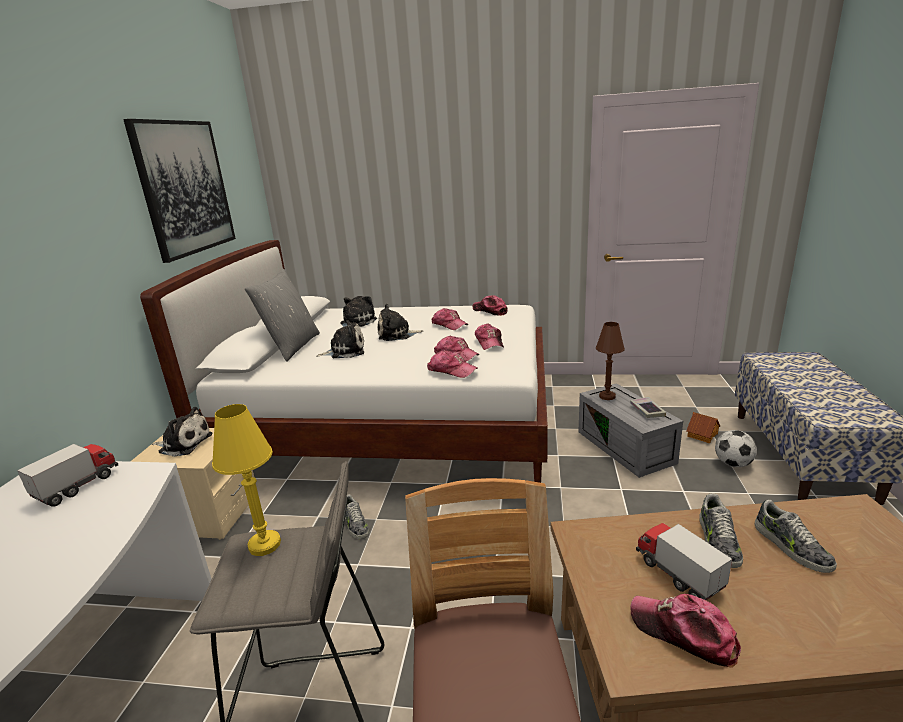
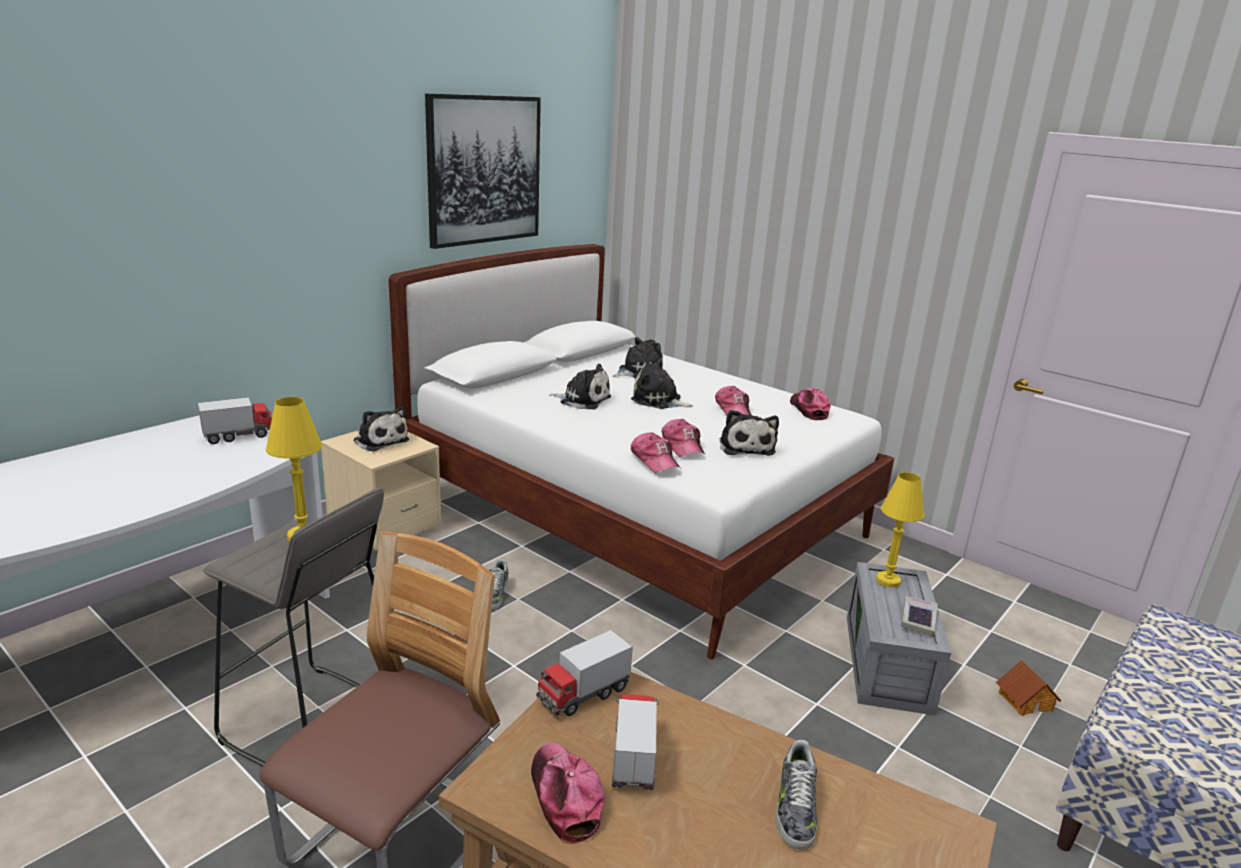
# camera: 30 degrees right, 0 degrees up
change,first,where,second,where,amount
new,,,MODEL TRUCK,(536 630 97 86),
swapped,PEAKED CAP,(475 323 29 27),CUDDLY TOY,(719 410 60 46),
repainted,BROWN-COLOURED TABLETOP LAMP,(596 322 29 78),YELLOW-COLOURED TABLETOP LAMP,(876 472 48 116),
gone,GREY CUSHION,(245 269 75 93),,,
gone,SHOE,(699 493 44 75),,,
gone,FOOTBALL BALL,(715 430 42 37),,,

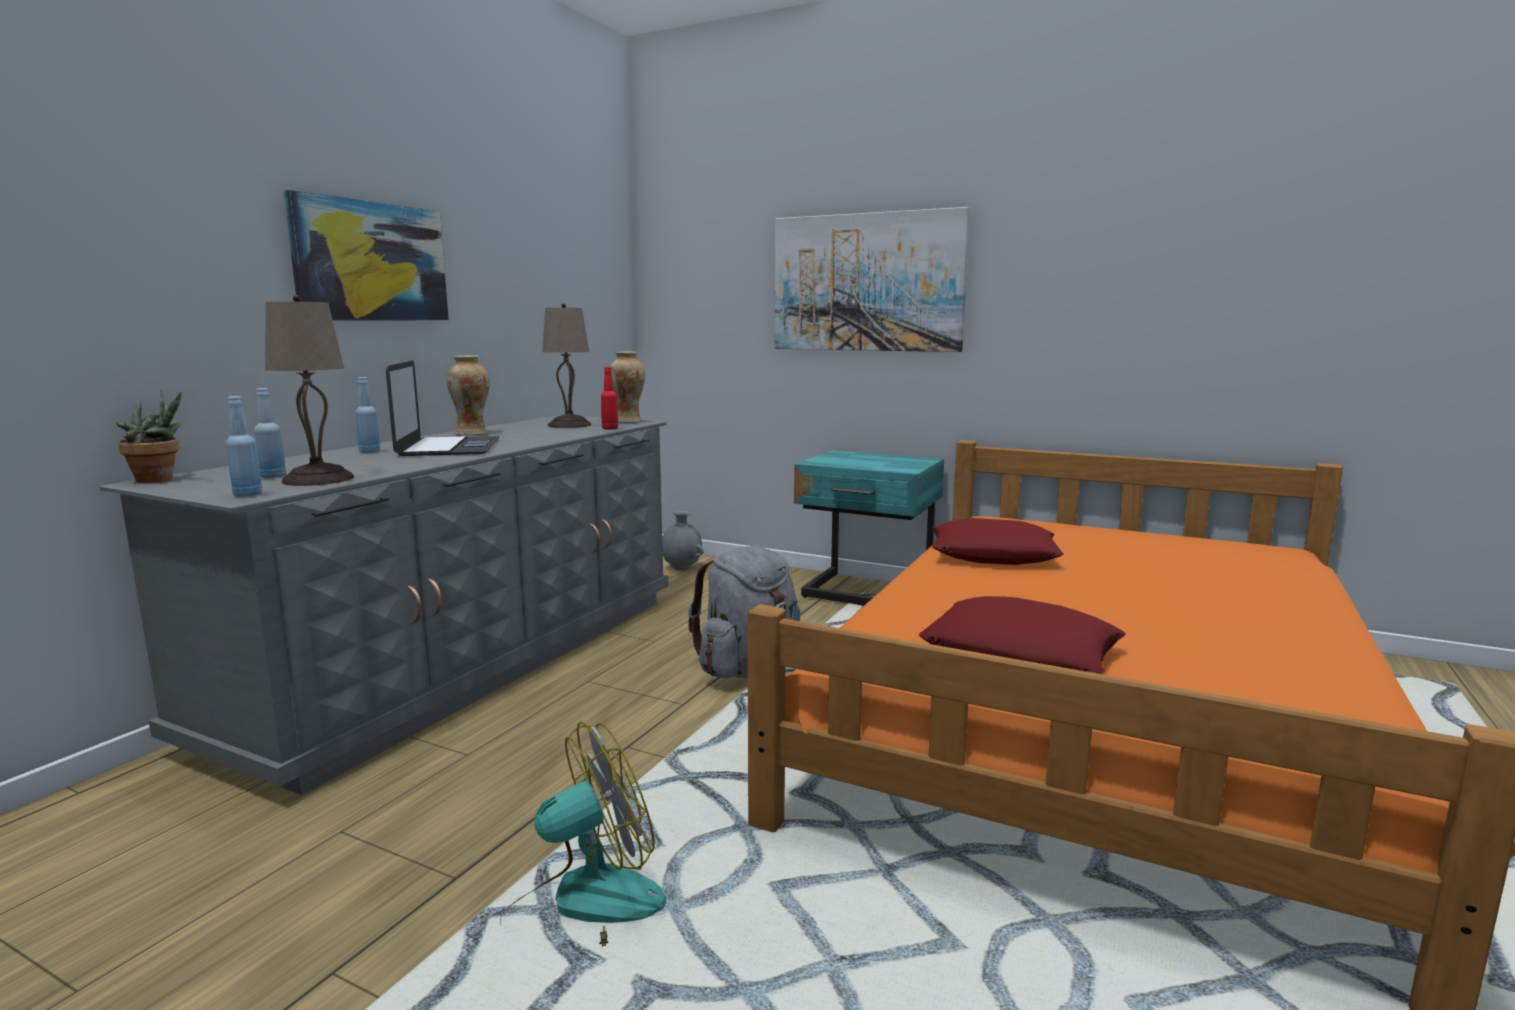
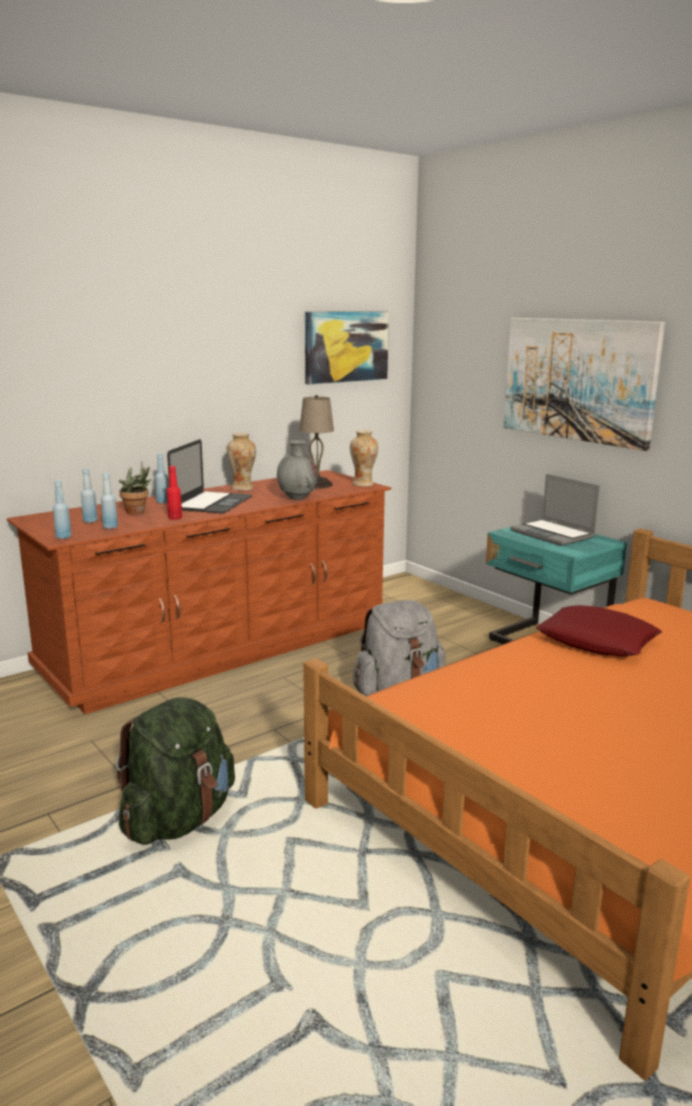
# camera: 25 degrees right, 5 degrees up
change,first,where,second,where,amount
repainted,GREY CHEST OF DRAWERS,(100 415 568 380),BROWN-COLOURED CHEST OF DRAWERS,(7 470 384 244),
swapped,BEIGE TABLETOP LAMP,(265 295 89 191),BLUISH BOTTLE,(101 473 17 56),
swapped,FAN,(501 721 165 226),GREEN-COLOURED BACKPACK,(115 697 120 148),
shifted,POTTED PLANT,(116 389 66 94),,(119 462 32 52),
shifted,RED BOTTLE,(601 367 17 63),,(167 466 15 54),
shifted,GREY FLOWER VASE,(662 511 42 60),,(277 440 41 60),
shifted,WALL PICTURE,(284 190 165 131),,(305 311 84 73),
new,,,LAPTOP,(510 474 90 72),
gone,RED CUSHION,(919 596 207 78),,,

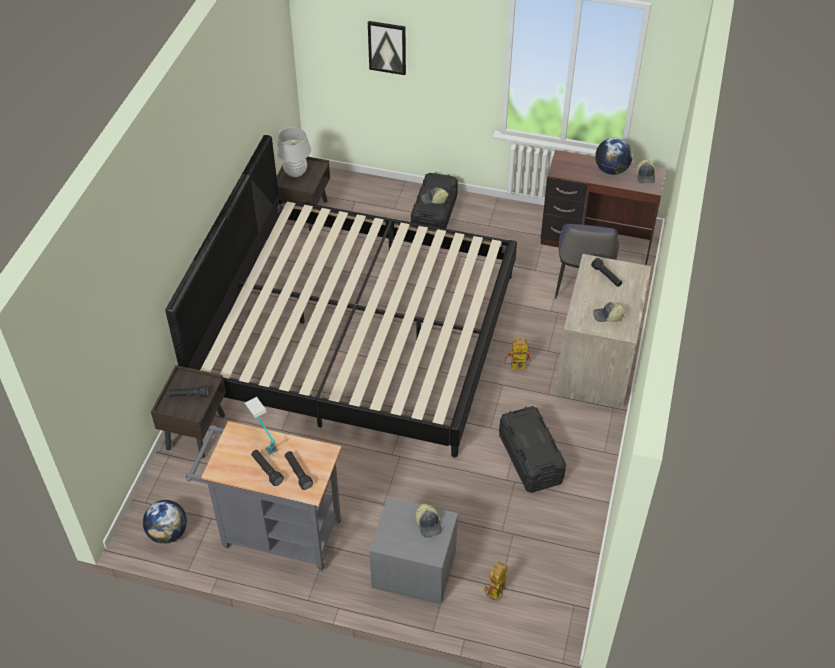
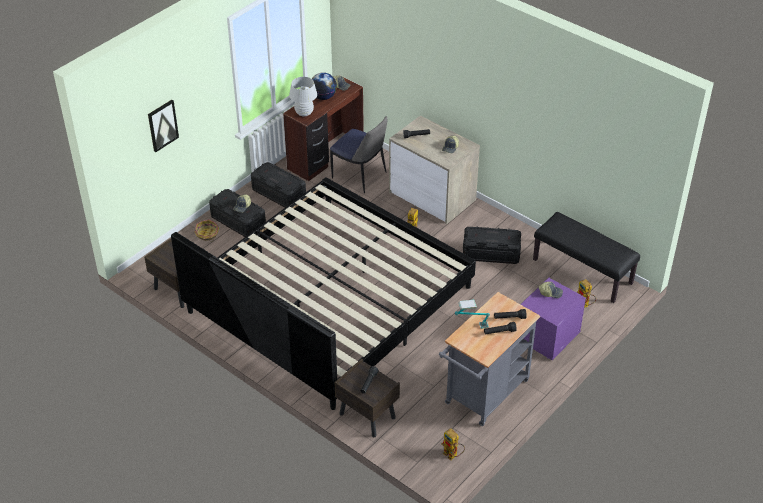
# camera: 65 degrees left, 5 degrees down
change,first,where,second,where,amount
new,,,STORAGE BASKET,(194 220 25 22),
new,,,BLACK-COLOURED STORAGE BOX,(251 162 55 45),
shifted,WHITISH TABLETOP LAMP,(276 127 35 50),,(289 77 28 39),
swapped,WORLD GLOBE,(143 500 44 44),MODEL ROBOT,(442 428 23 32),
repainted,GREY BEDSIDE TABLE,(369 497 89 107),PURPLE BEDSIDE TABLE,(520 278 66 82),
new,,,BLACK-COLOURED BENCH,(533 212 107 91),

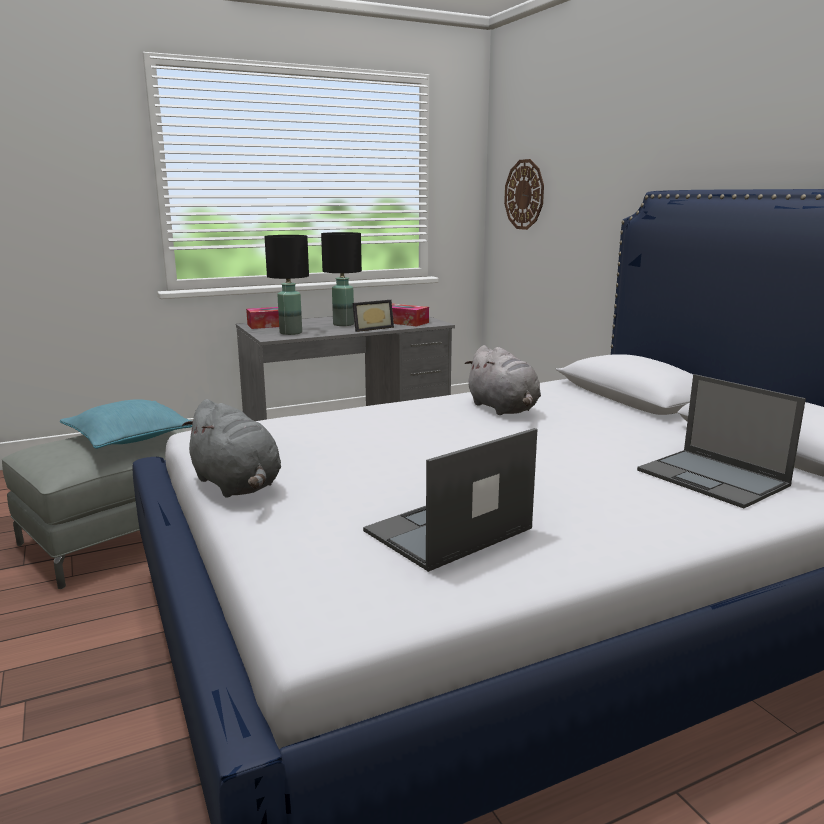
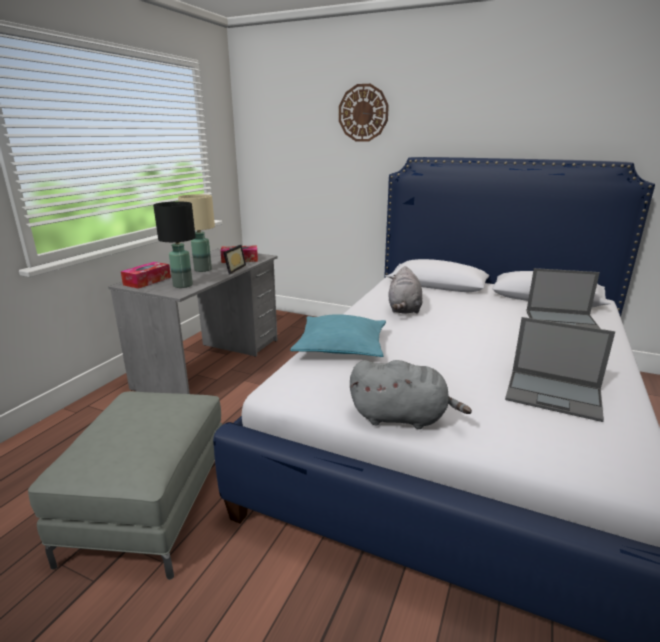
# camera: 40 degrees left, 5 degrees up
change,first,where,second,where,amount
repainted,BLACK-COLOURED TABLETOP LAMP,(321 232 41 94),BEIGE TABLETOP LAMP,(178 194 37 78),
shifted,BLUE-GREEN CUSHION,(60 399 132 50),,(290 314 96 43),
shifted,CLOCK ON THE WALL,(504 159 40 71),,(339 84 50 57),
rotated,GREY CUDDLY TOY,(465 345 76 70),,(388 266 34 48),75 degrees clockwise
rotated,LAPTOP,(363 428 174 144),,(505 317 110 105),75 degrees counterclockwise

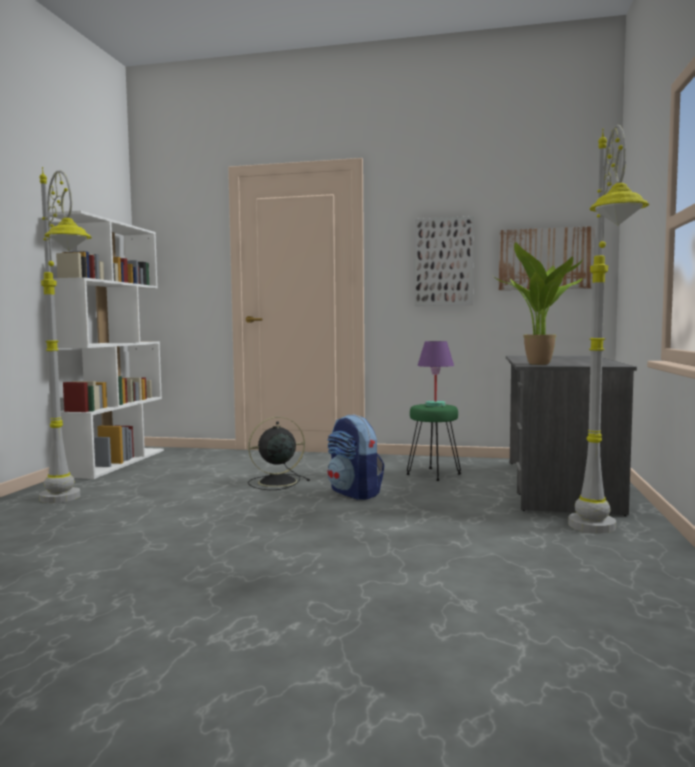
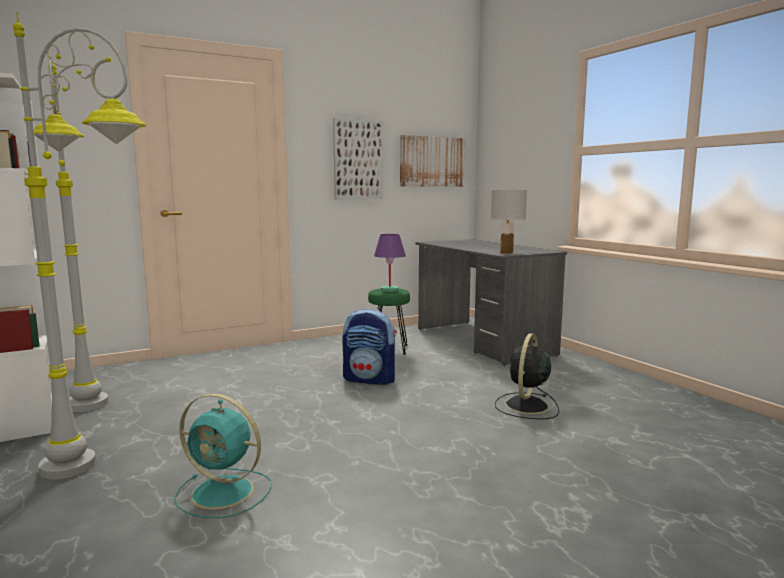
# camera: 40 degrees left, 5 degrees up
change,first,where,second,where,amount
shifted,GREY STANDARD LAMP,(568 124 81 409),,(34 56 75 356),
new,,,BLUE-GREEN FAN,(174 393 98 125),
swapped,POTTED PLANT,(492 242 91 123),WHITISH TABLETOP LAMP,(490 190 37 64),
shifted,BLACK-COLOURED FAN,(248 417 62 73),,(495 333 64 86),

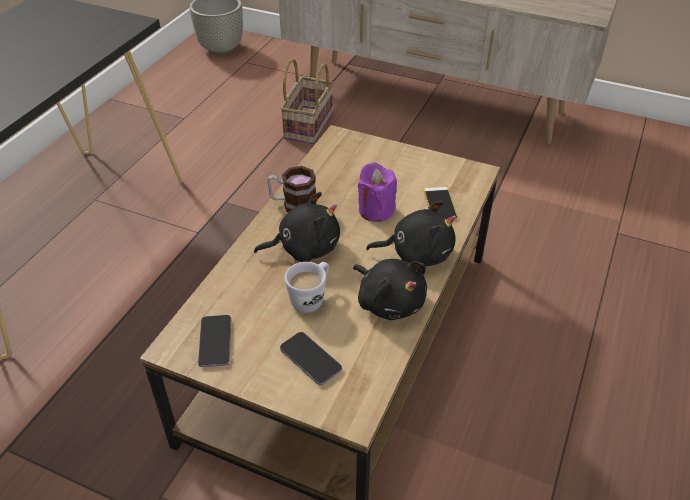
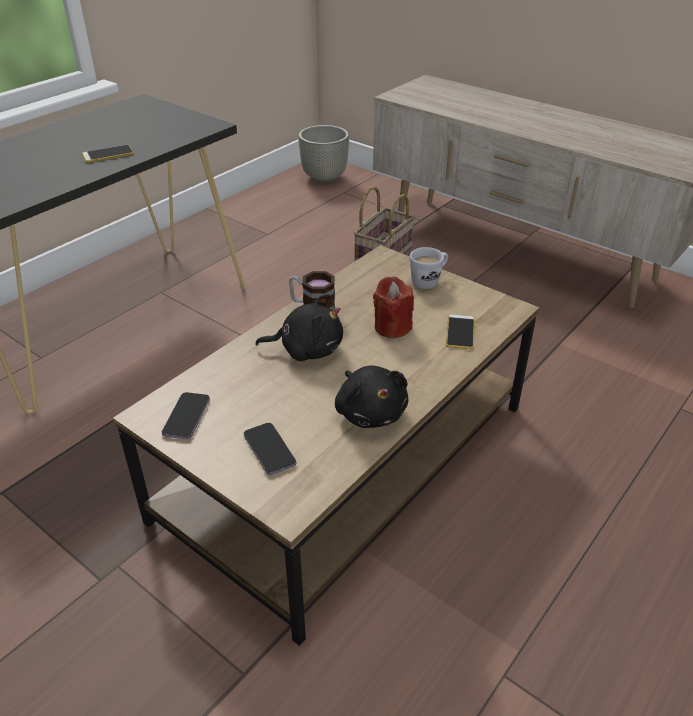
# camera: 15 degrees right, 5 degrees down
change,first,where,second,where,amount
new,,,HANDSET,(82 145 52 18),
repainted,PURPLE WAX CANDLE,(358 162 39 60),RED WAX CANDLE,(373 277 41 61),
shifted,WHITISH COFFEE MUG,(285 262 44 51),,(410 247 38 42),
gone,BLACK-COLOURED CUDDLY TOY,(366 200 90 66),,,

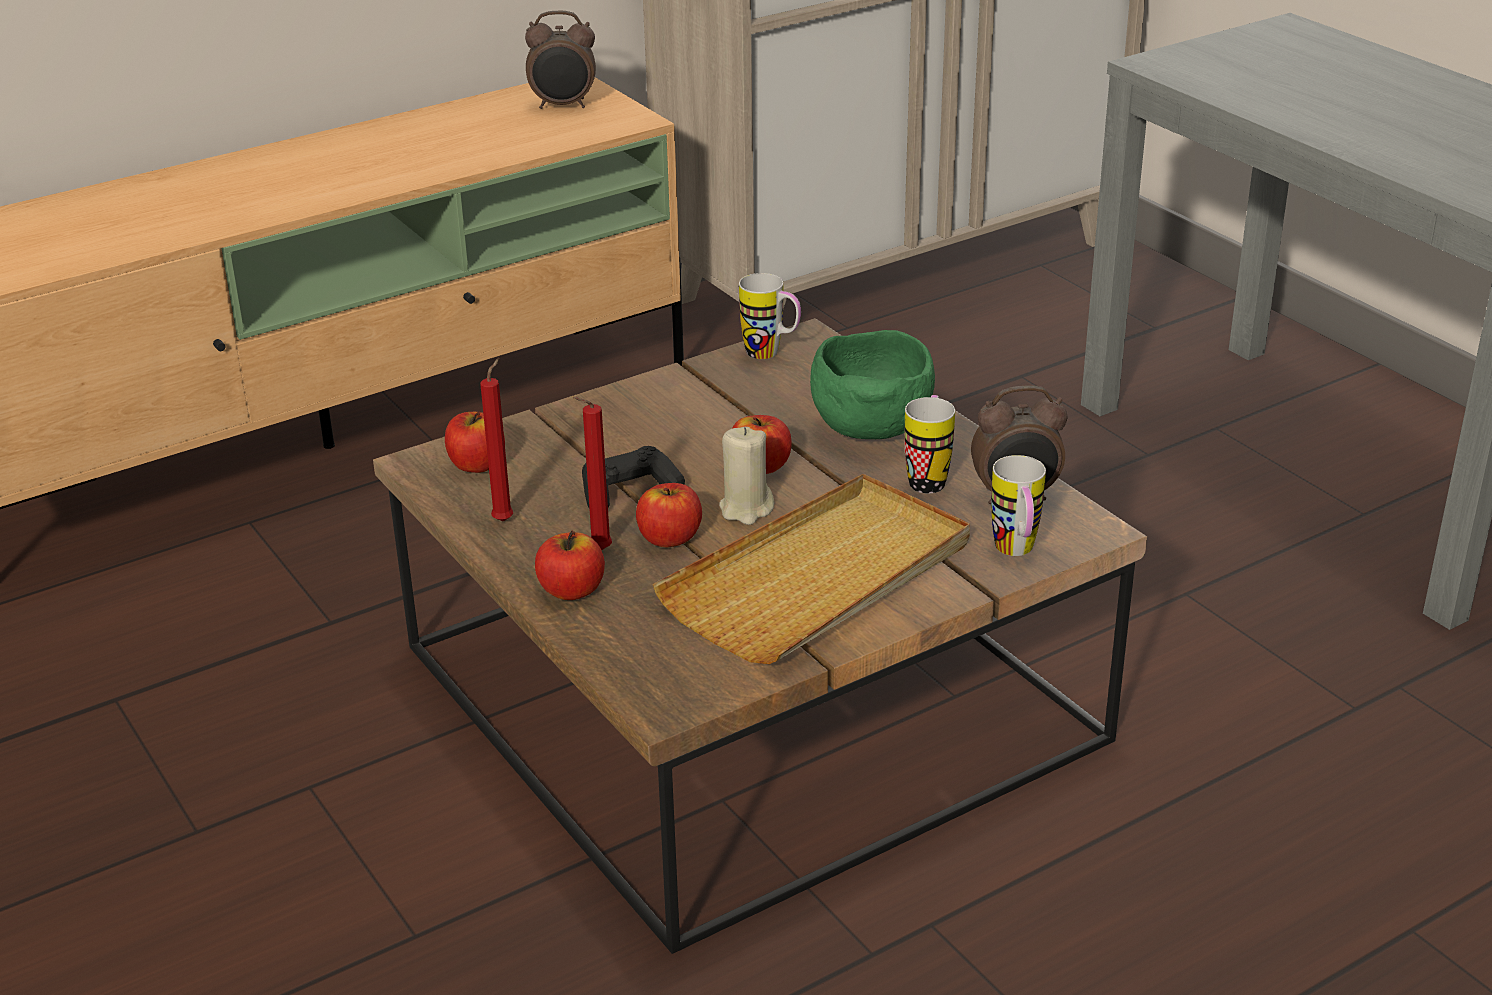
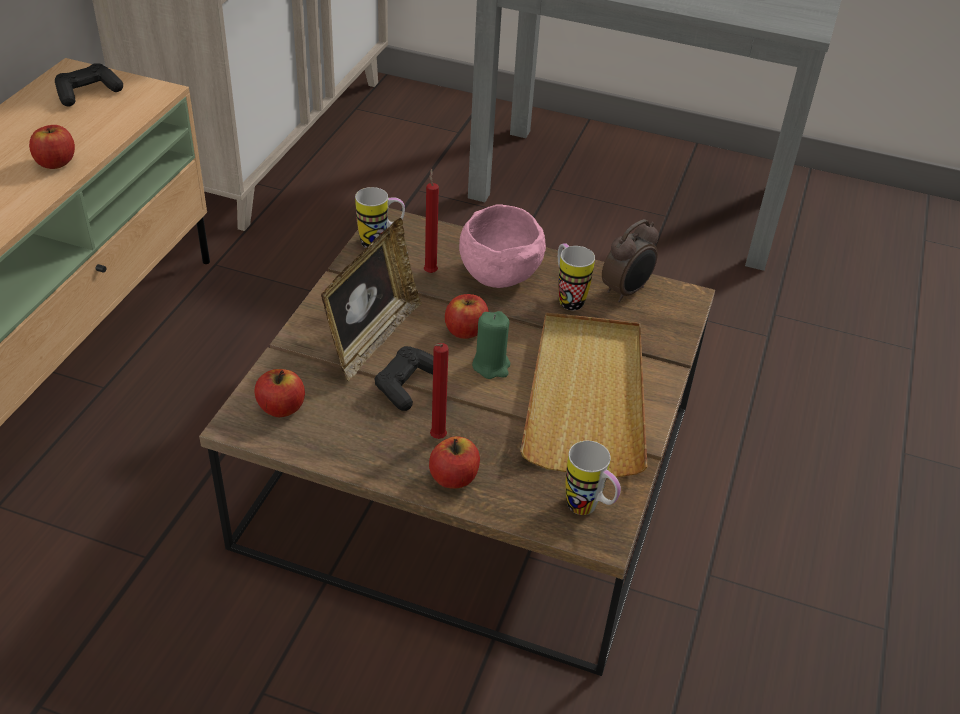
# camera: 40 degrees left, 10 degrees up
change,first,where,second,where,amount
shifted,WHOLE APPLE,(636 483 66 64),,(29 125 46 44),
swapped,BEDSIDE CLOCK,(525 11 71 98),BLACK-COLOURED JOYPAD,(55 63 68 44),
new,,,PHOTO FRAME,(321 218 101 163),
shifted,RED WAX CANDLE,(480 358 33 163),,(424 169 15 104),
repainted,GREEN-COLOURED DEEP DISH,(810 330 125 109),PINK DEEP DISH,(459 205 87 83),
repainted,BEIGE WAX CANDLE,(719 427 56 98),GREEN-COLOURED WAX CANDLE,(472 311 38 68),
shifted,COFFEE MUG,(991 455 55 101),,(566 441 55 74),

